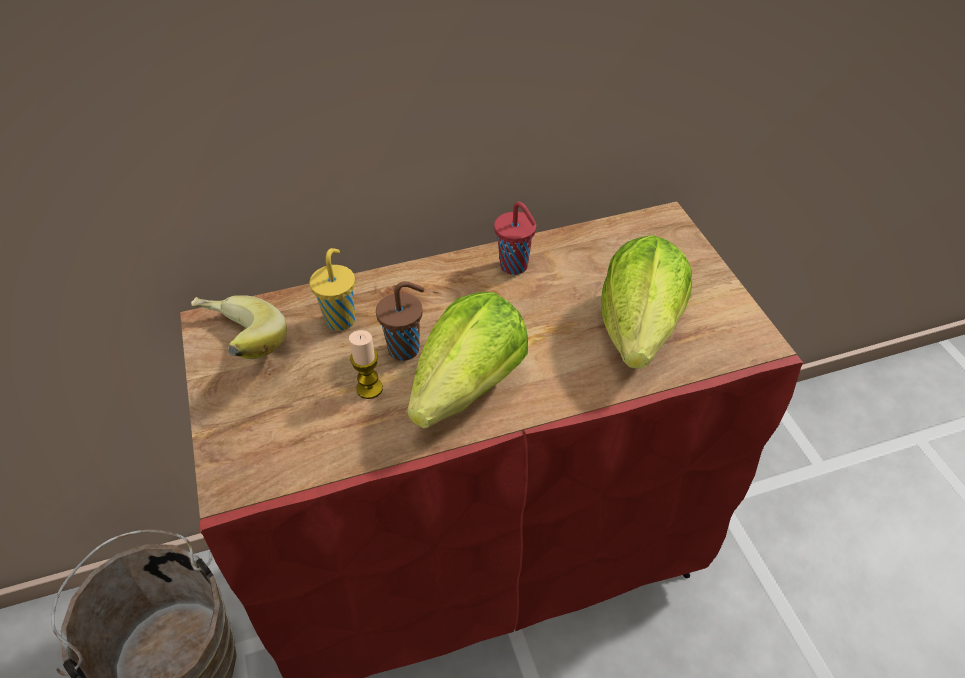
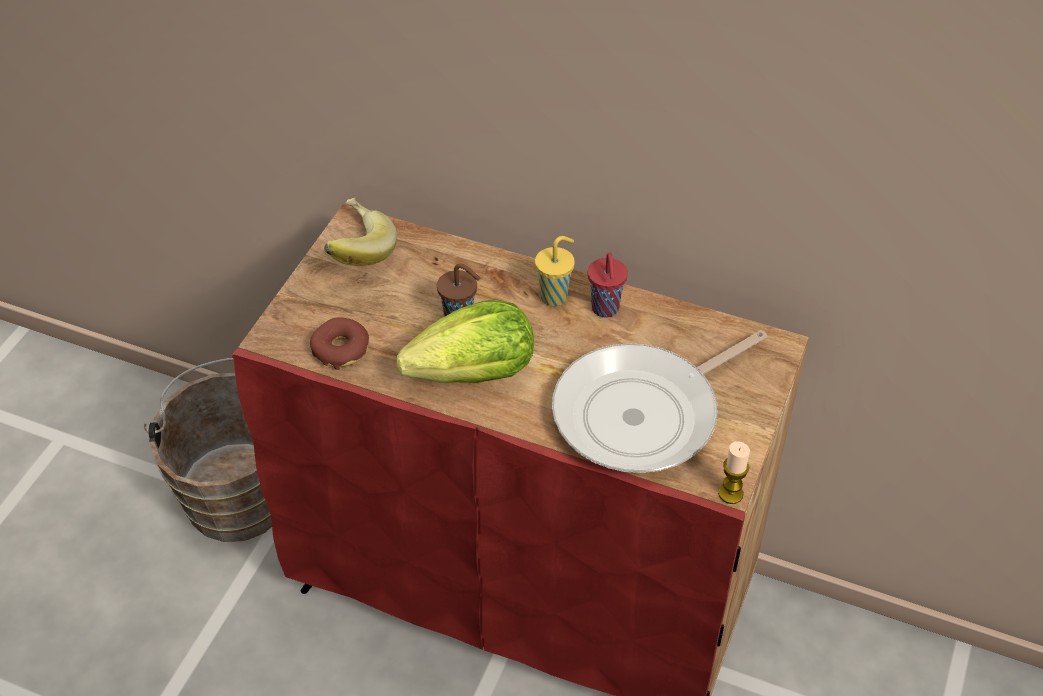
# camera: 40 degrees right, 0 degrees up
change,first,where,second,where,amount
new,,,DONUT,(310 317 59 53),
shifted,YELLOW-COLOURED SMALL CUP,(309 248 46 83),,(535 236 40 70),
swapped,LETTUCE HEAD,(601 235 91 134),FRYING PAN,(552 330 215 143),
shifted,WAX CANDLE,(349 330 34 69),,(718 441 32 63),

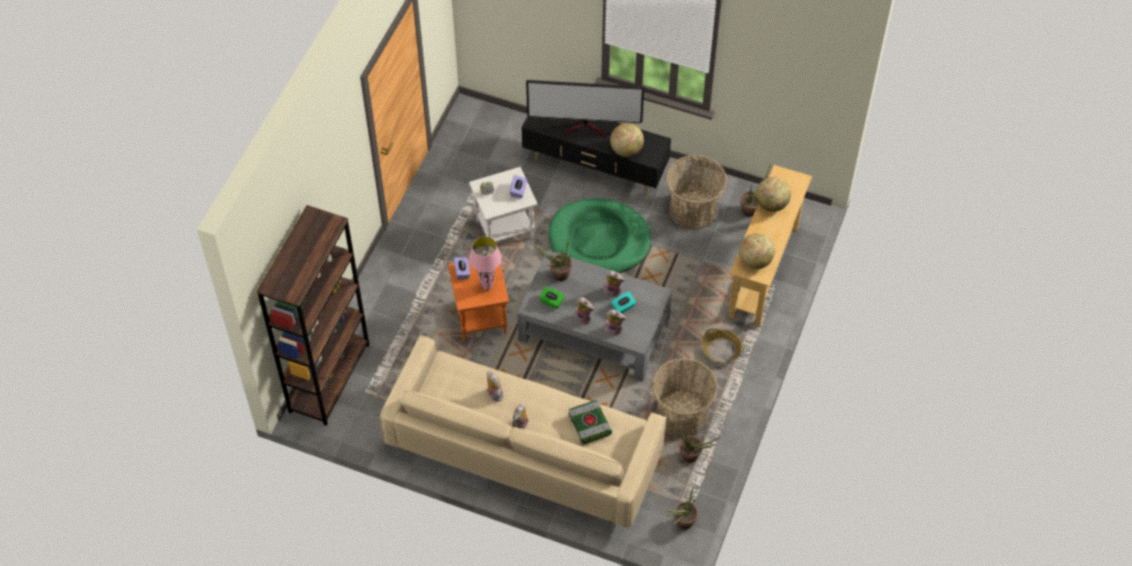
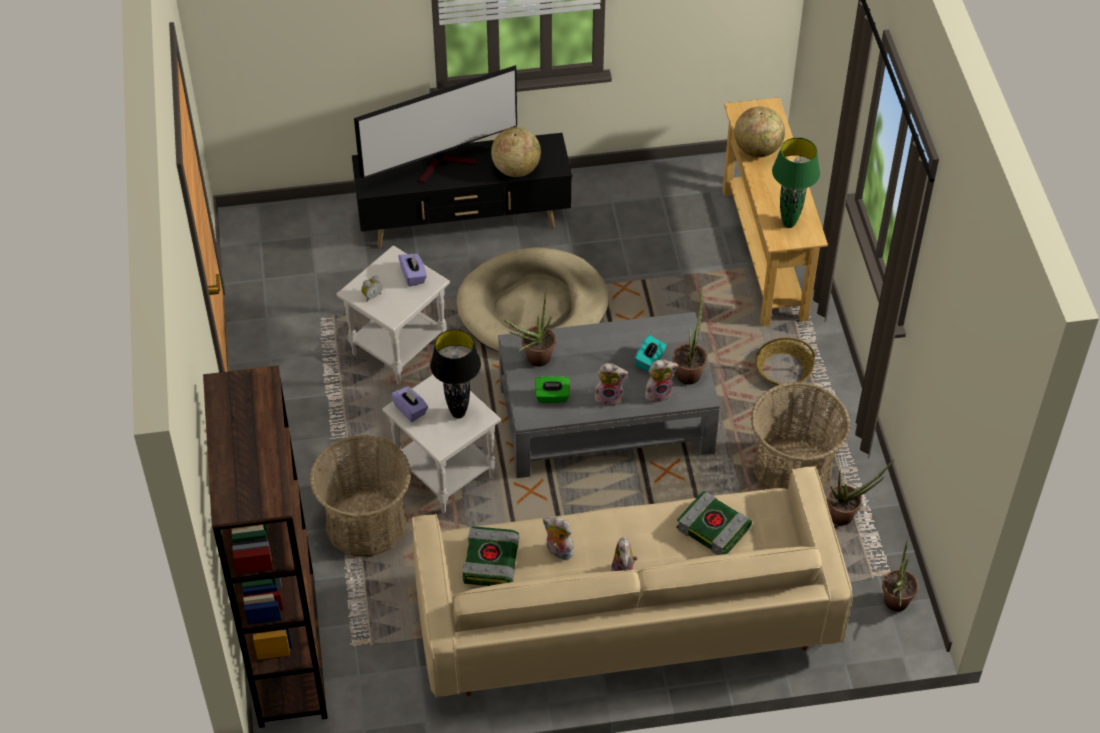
# camera: 30 degrees left, 5 degrees down
change,first,where,second,where,amount
shifted,STORAGE BASKET,(666 155 61 75),,(309 435 102 122),
repainted,ORANGE-COLOURED ACCENT TABLE,(448 260 61 81),WHITISH ACCENT TABLE,(382 375 119 138),
repainted,PINK TABLETOP LAMP,(469 236 33 54),BLACK-COLOURED TABLETOP LAMP,(430 329 51 90),
repainted,GREEN-COLOURED DOG CUSHION,(548 199 103 74),BEIGE DOG CUSHION,(457 247 152 105),
new,,,VOLUME,(463 526 56 60),
shifted,POTTED PLANT,(740 163 31 53),,(673 287 34 98),
swapped,WORLD GLOBE,(739 233 36 36),GREEN-COLOURED TABLETOP LAMP,(772 138 48 90),
gone,CUDDLY TOY,(604 271 21 27),,,

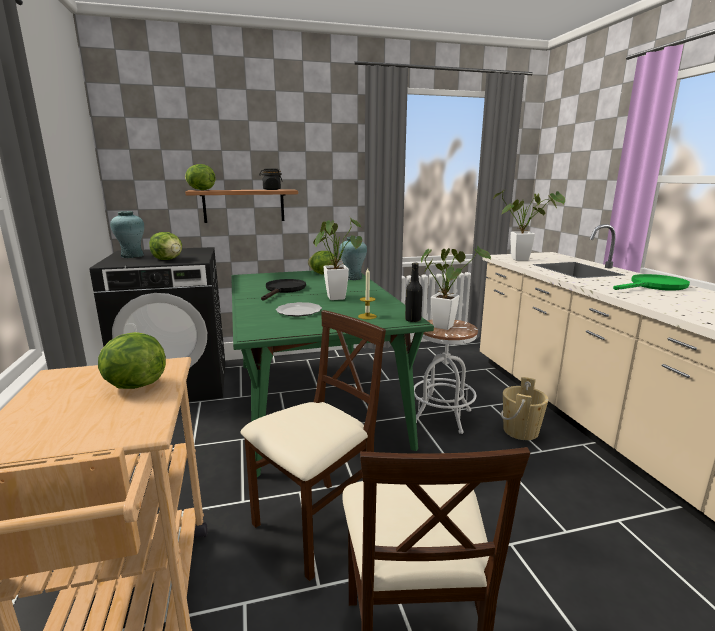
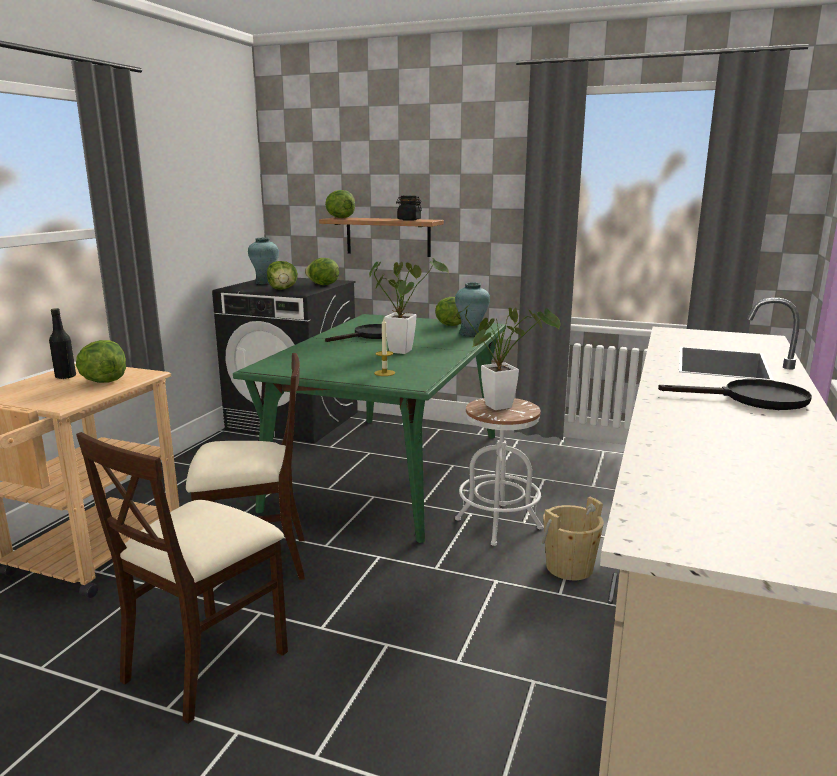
# camera: 35 degrees right, 0 degrees up
change,first,where,second,where,amount
shifted,BLACK-COLOURED BOTTLE,(405 263 18 59),,(49 308 27 71),
new,,,LETTUCE HEAD,(305 258 34 27),
repainted,GREEN-COLOURED FRYING PAN,(613 274 77 17),BLACK-COLOURED FRYING PAN,(658 379 154 31),
gone,PLATE,(276 302 46 15),,,
gone,POTTED PLANT,(493 190 72 71),,,

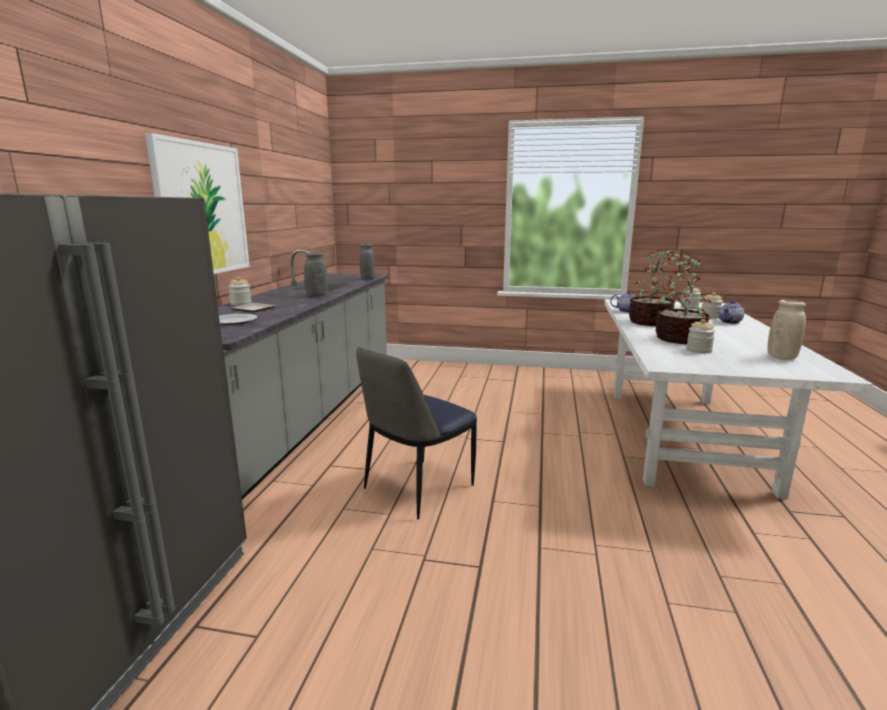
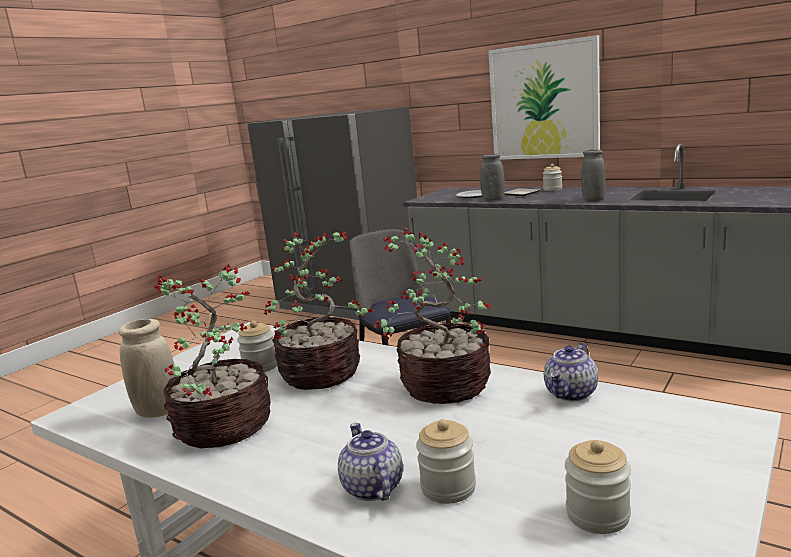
# camera: 115 degrees right, 0 degrees up
change,first,where,second,where,amount
new,,,POTTED PLANT,(153 264 118 184),
shifted,GREY FLOWER VASE,(360 243 15 36),,(480 154 25 46),

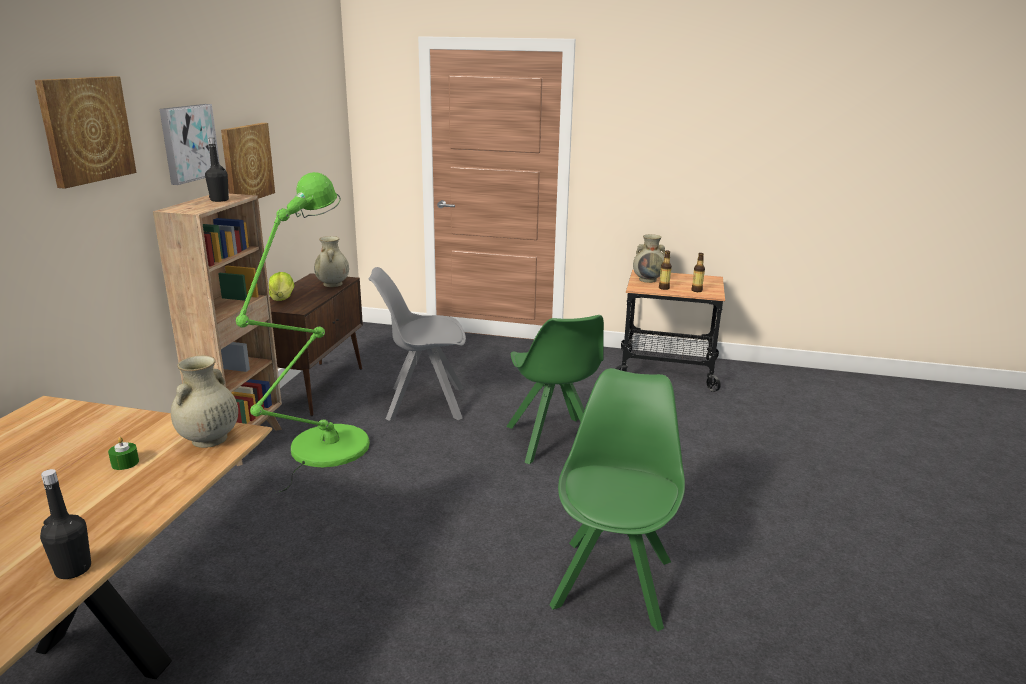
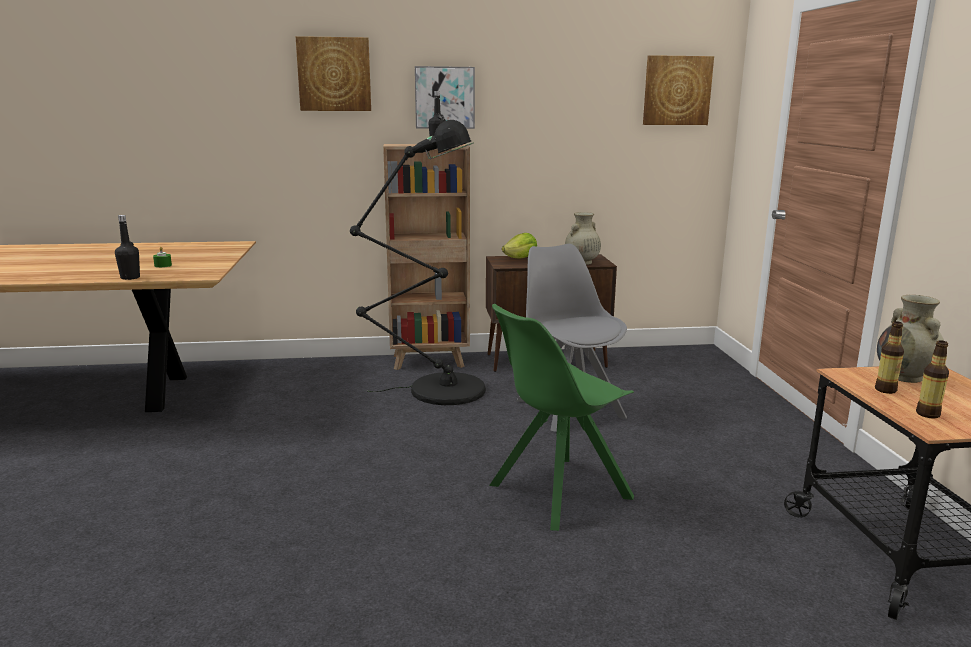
# camera: 70 degrees right, 5 degrees down
change,first,where,second,where,amount
shifted,BLACK-COLOURED BOTTLE,(40 469 51 110),,(115 215 25 65),
repainted,GREEN-COLOURED STANDARD LAMP,(236 172 134 320),BLACK-COLOURED STANDARD LAMP,(350 120 136 285),
shifted,WALL PICTURE,(221 123 54 76),,(643 55 71 70),
gone,BEIGE FLOWER VASE,(171 355 67 93),,,
gone,GREEN-COLOURED CHAIR,(549 368 136 264),,,

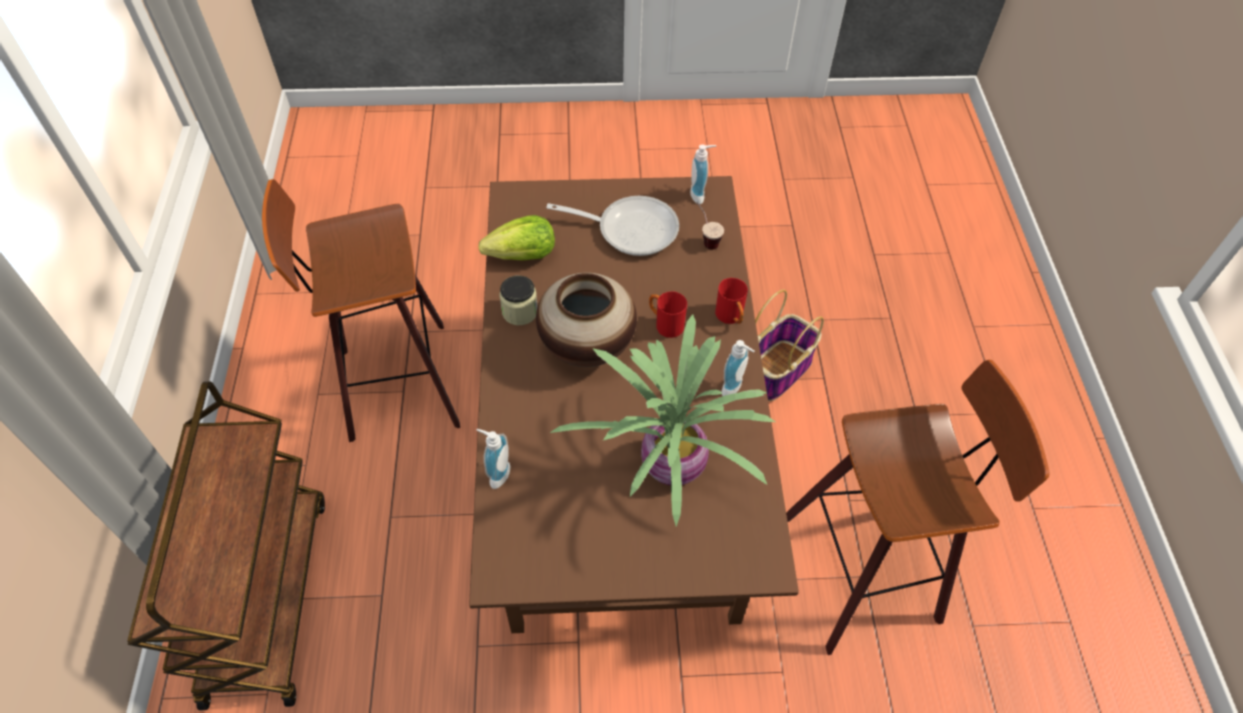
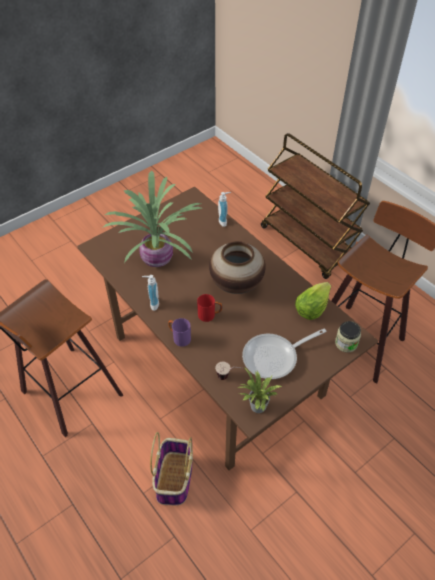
# camera: 145 degrees right, 5 degrees down
change,first,where,second,where,amount
repainted,RED COFFEE MUG,(715 278 33 46),PURPLE COFFEE MUG,(168 318 23 29),
swapped,SOAP BOTTLE,(690 145 26 59),POTTED PLANT,(237 367 45 46),
shifted,JAR,(500 275 38 50),,(335 321 26 31),

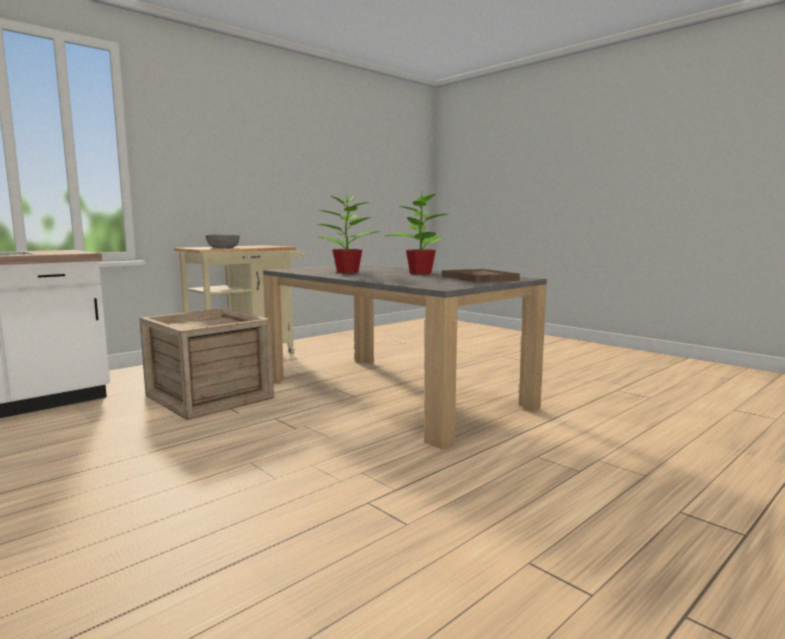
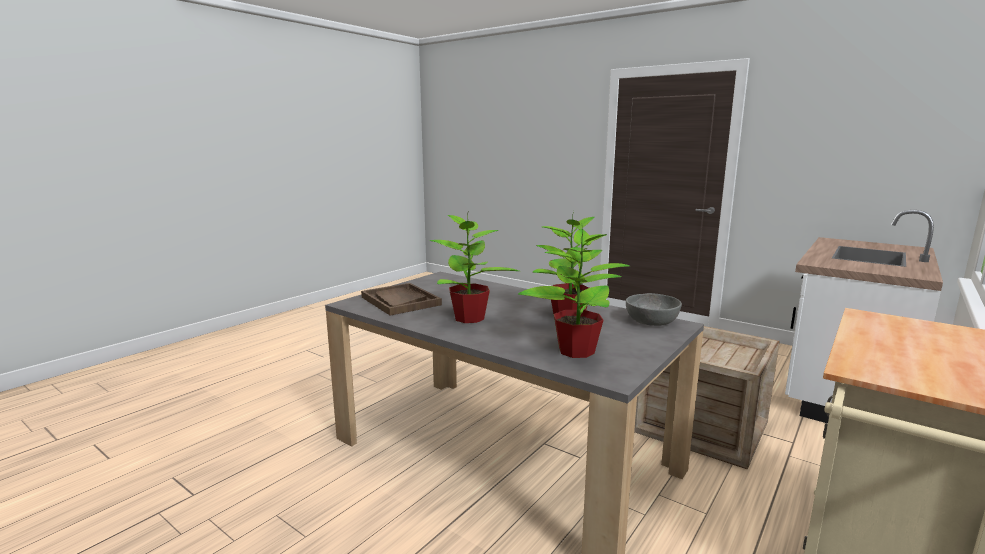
# camera: 170 degrees right, 5 degrees up
change,first,where,second,where,amount
new,,,POTTED PLANT,(518 226 112 132),
shifted,GREY DEEP DISH,(206 234 34 14),,(626 293 56 33),

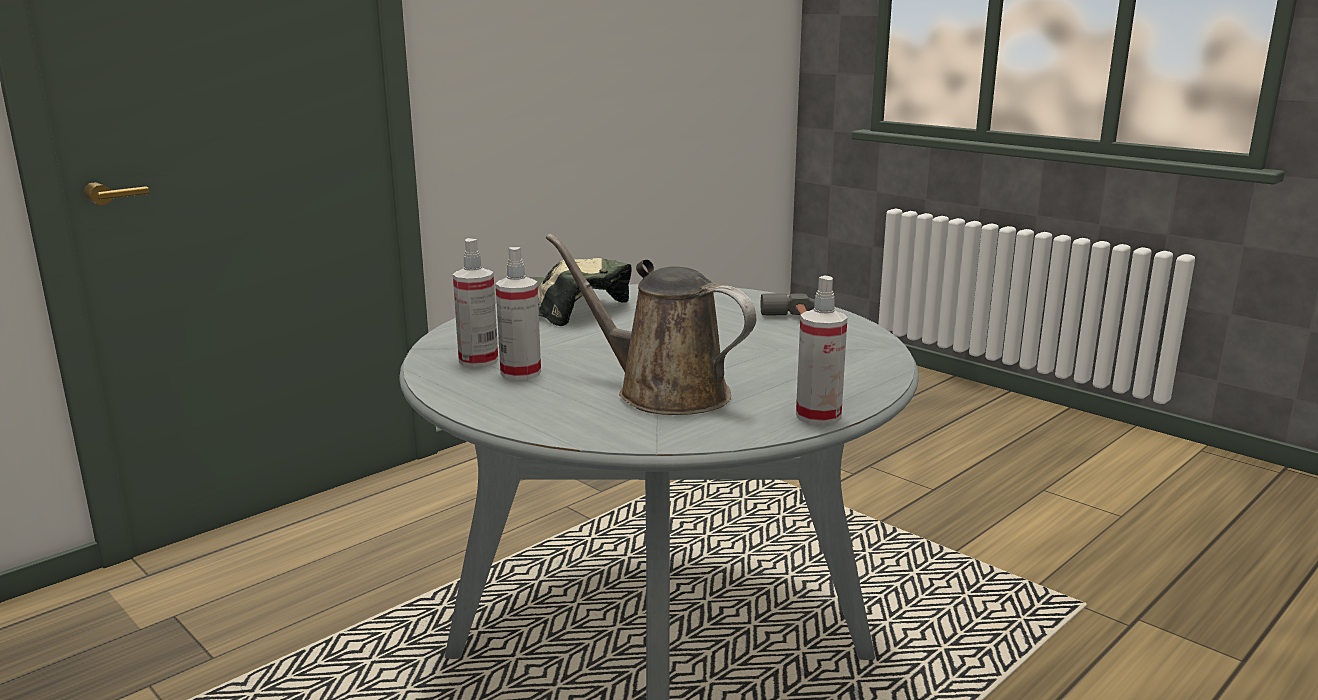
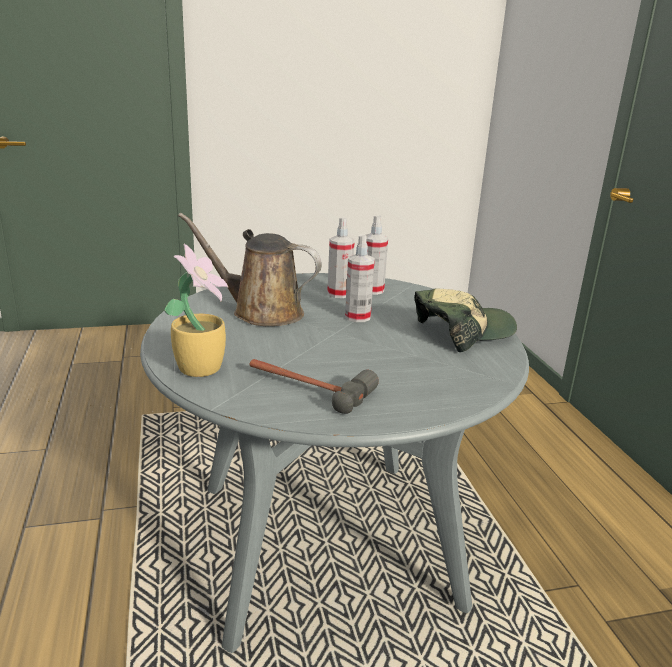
# camera: 120 degrees right, 5 degrees up
change,first,where,second,where,amount
new,,,POTTED PLANT,(164 244 64 133),
rotated,BROWN-COLOURED WATERING CAN,(546 234 210 181),,(178 213 144 113),135 degrees counterclockwise
shifted,SPRAY BOTTLE,(796 276 51 149),,(345 234 30 88),

